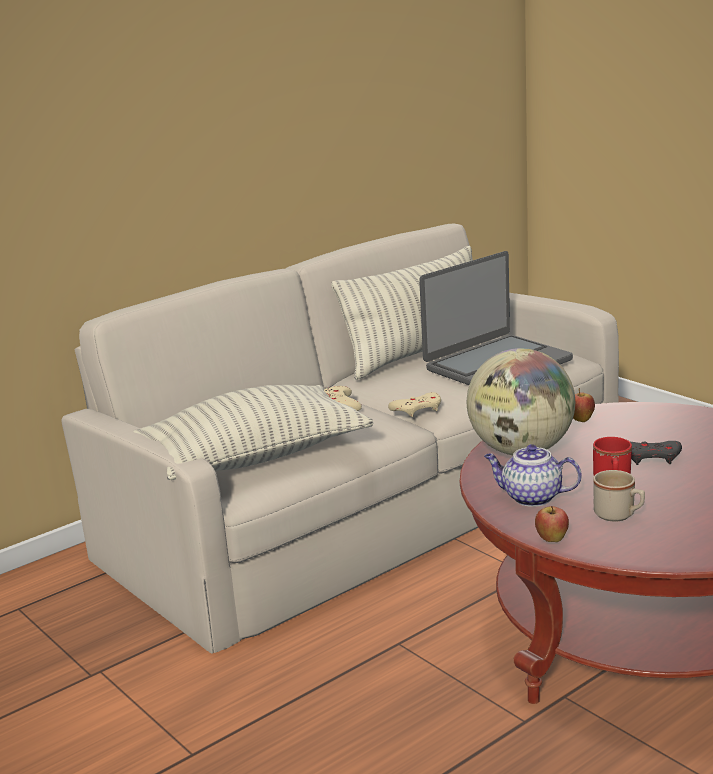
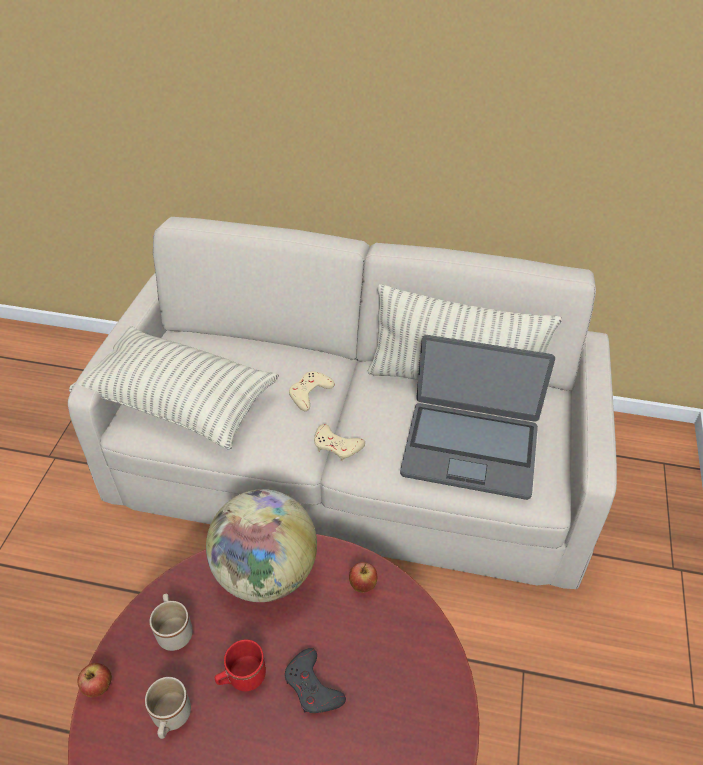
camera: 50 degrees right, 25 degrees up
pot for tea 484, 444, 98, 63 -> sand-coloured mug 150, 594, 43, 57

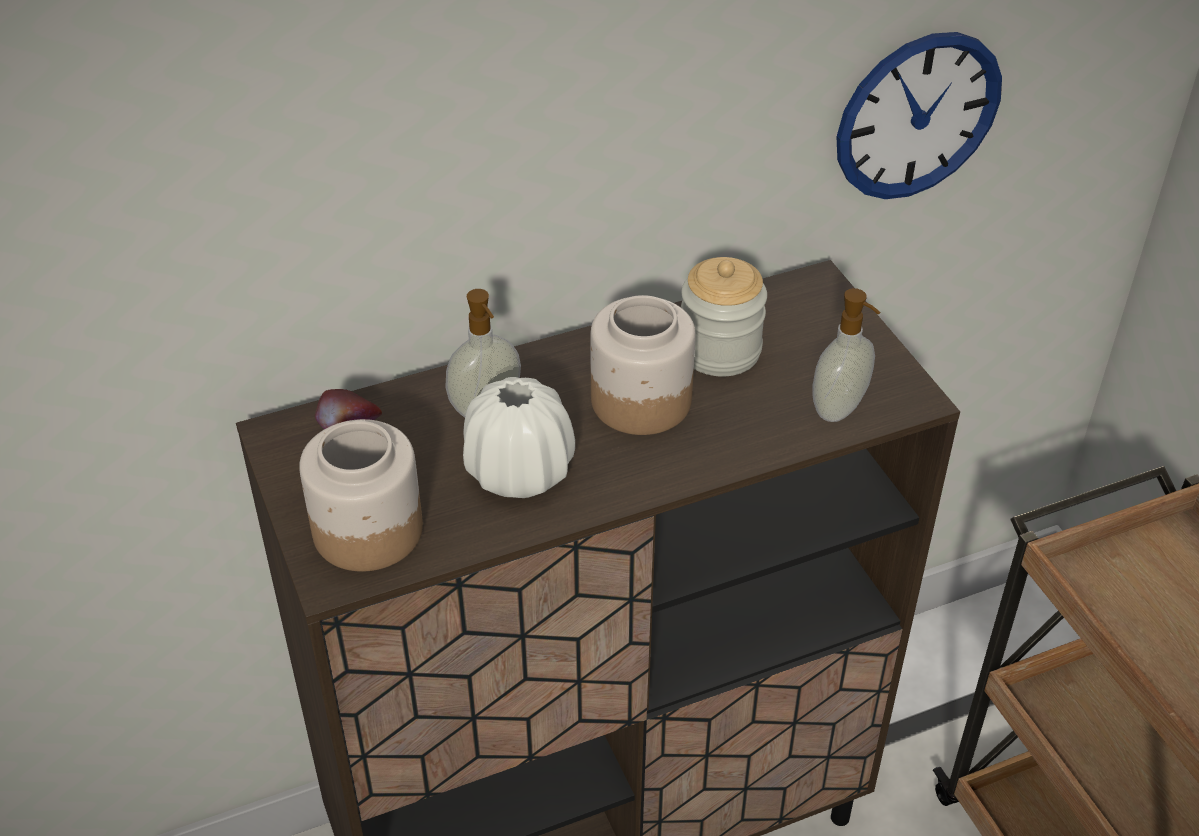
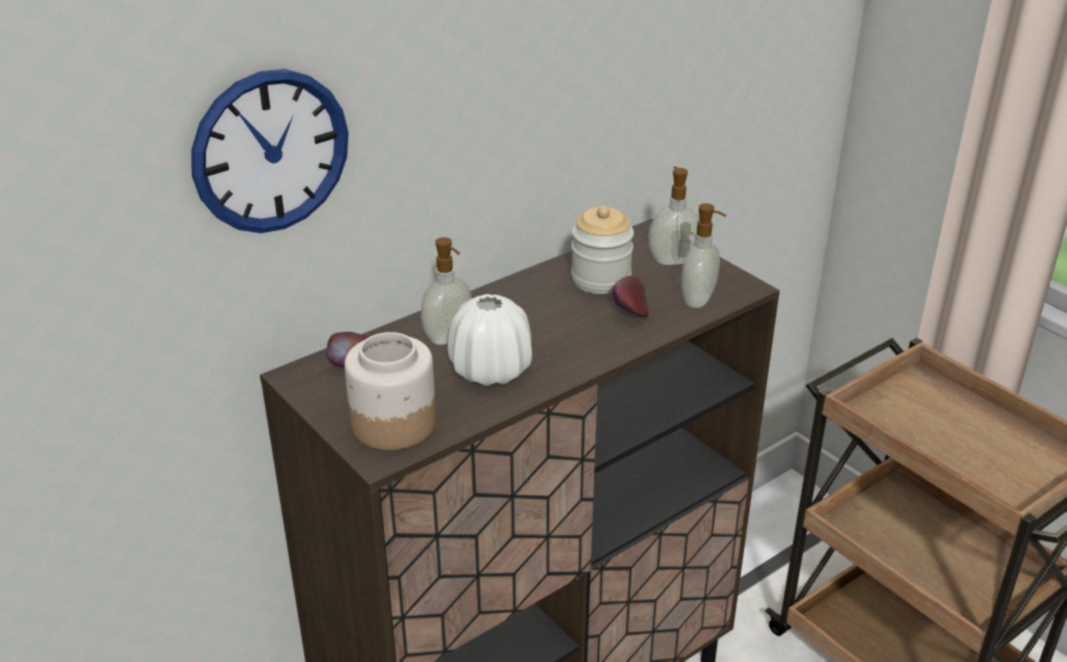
camera: 15 degrees left, 10 degrees down
preserve jar 590, 295, 106, 140 -> none
hanging clock 837, 32, 165, 167 -> hanging clock 191, 69, 158, 164, moved
none -> apple fruit 612, 276, 36, 42
none -> soap dispenser 648, 166, 52, 99

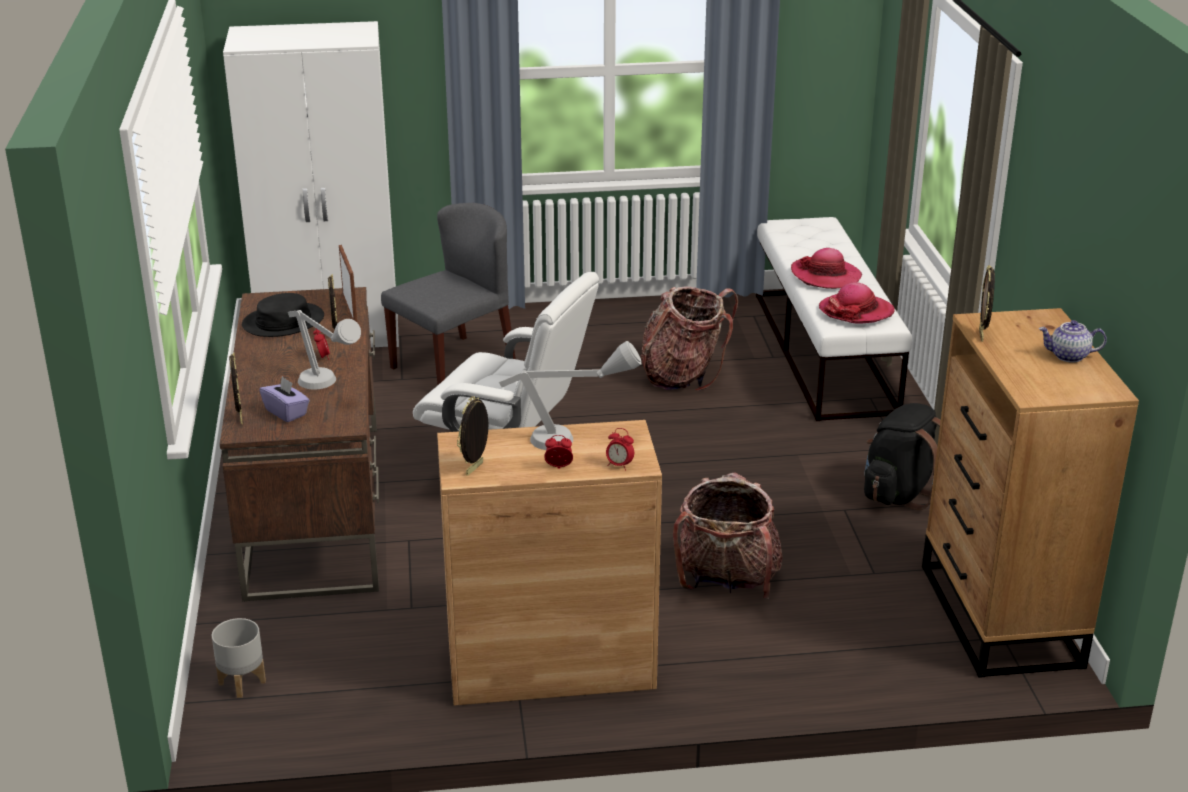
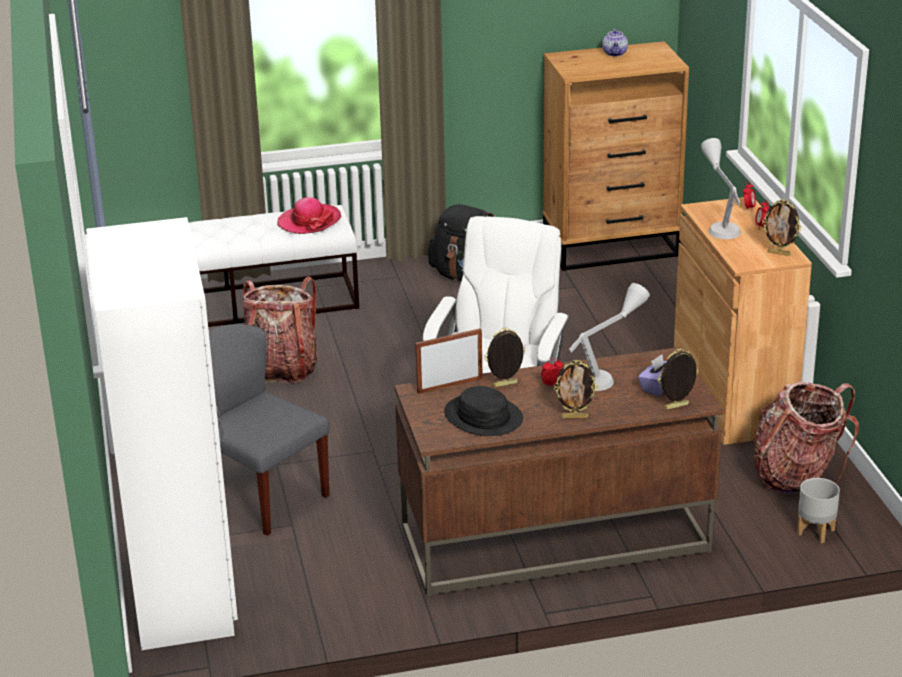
camera: 95 degrees left, 0 degrees up
rucksack 673, 472, 110, 127 -> rucksack 753, 382, 106, 112, moved
wearable hat 791, 248, 71, 41 -> none
standing frame 979, 265, 16, 77 -> standing frame 553, 360, 45, 58, moved

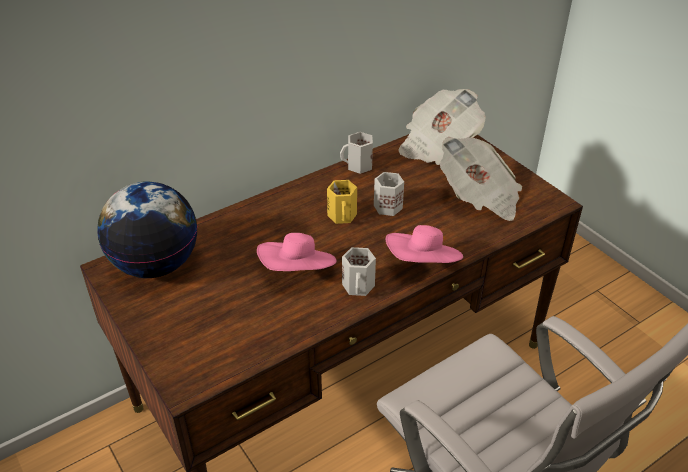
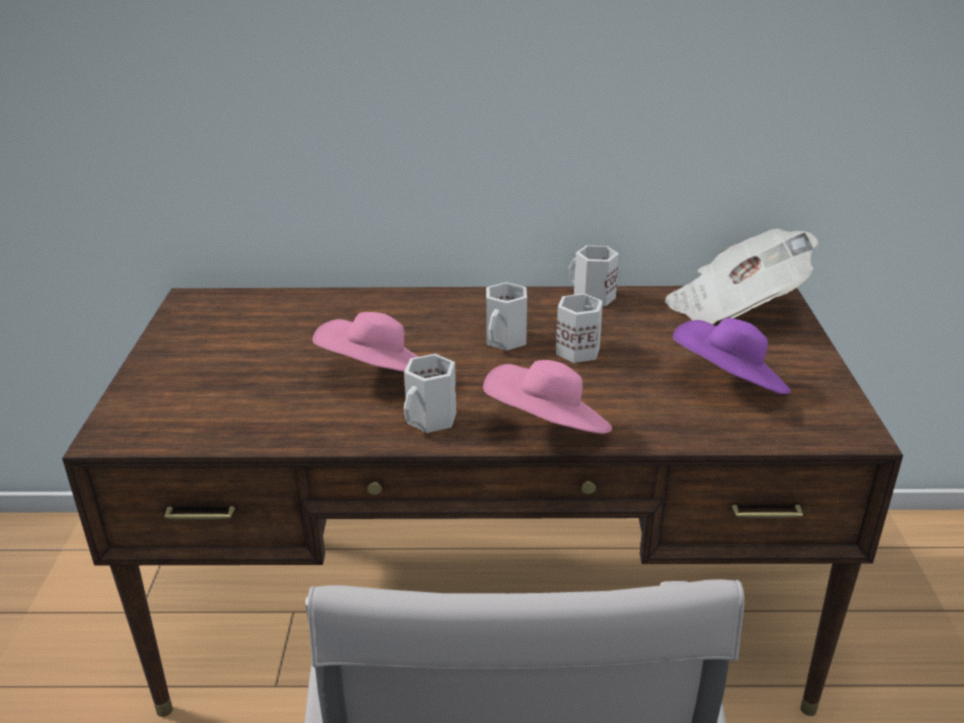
camera: 35 degrees right, 10 degrees down
desk globe 97, 182, 100, 96 -> none
yellow-coloured mug 327, 180, 30, 44 -> white mug 486, 282, 41, 69
printed paper 440, 137, 82, 84 -> purple wearable hat 673, 318, 118, 76

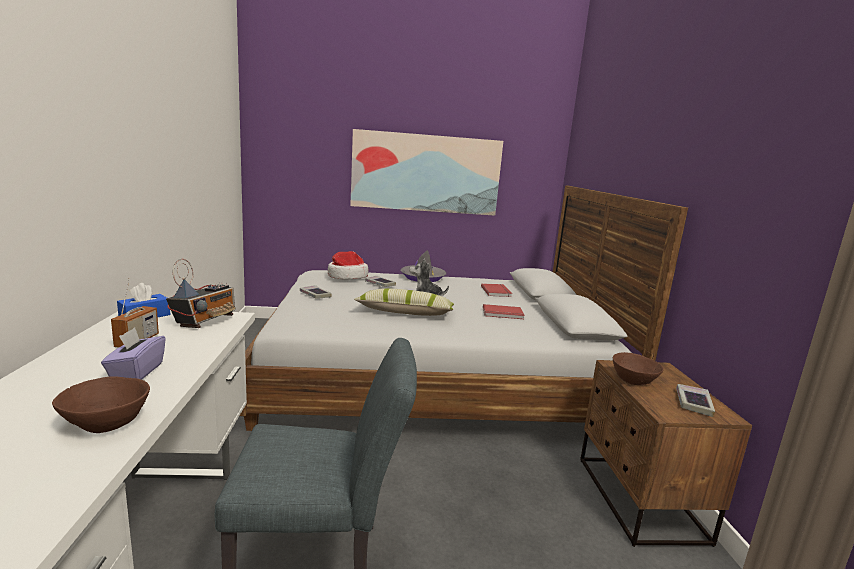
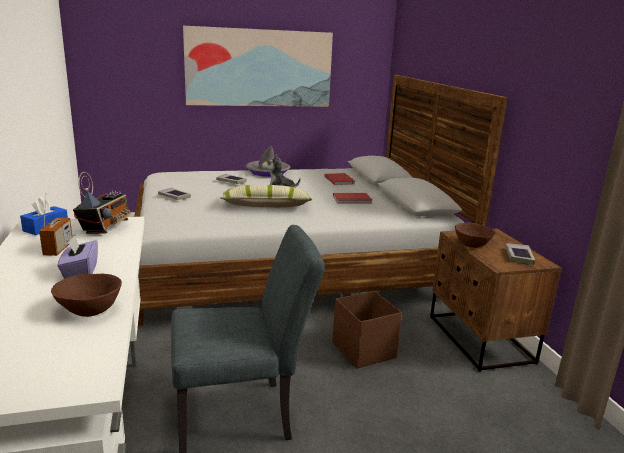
camera: 10 degrees left, 5 degrees up
wearable hat 328, 251, 40, 28 -> none
none -> brown-coloured storage container 332, 291, 70, 77

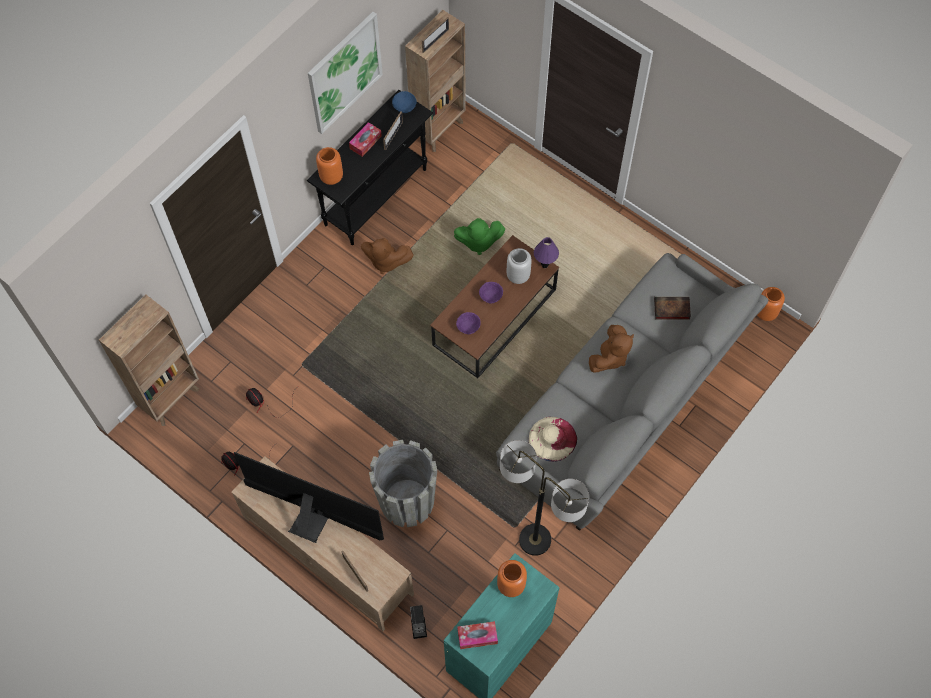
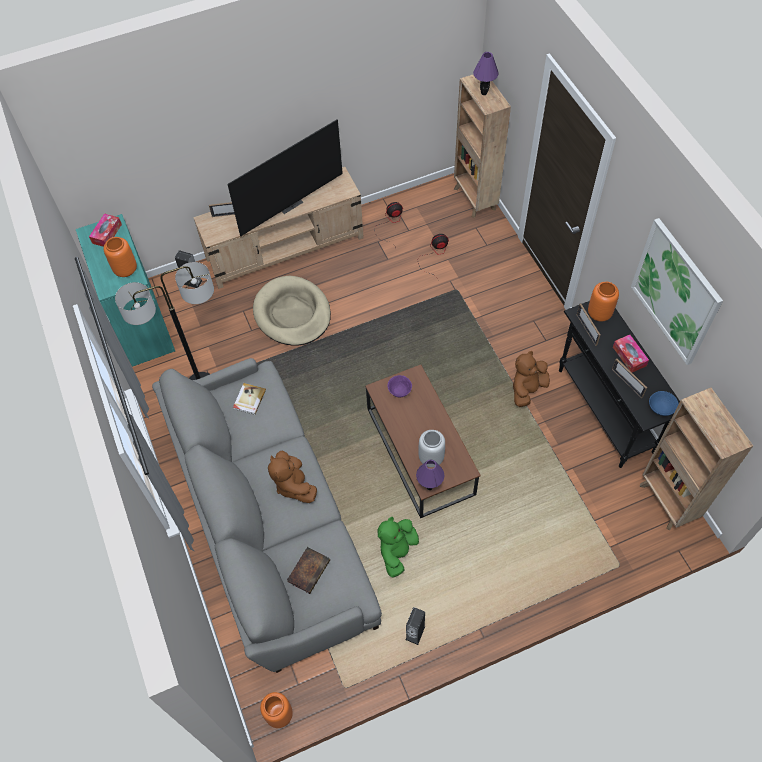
camera: 120 degrees right, 5 degrees down
greyish planter 369, 440, 68, 87 -> sand-coloured dog bed 253, 276, 78, 70
standing frame 422, 17, 27, 36 -> standing frame 576, 303, 24, 43, moved
green soft toy 454, 218, 51, 37 -> green soft toy 377, 517, 42, 60, moved
purple serving bowl 479, 282, 24, 21 -> none
sand-coloured wearable hat 529, 417, 48, 45 -> bound book 233, 383, 33, 32
none -> audio speaker 406, 607, 19, 38
none -> purple table lamp 473, 52, 26, 43

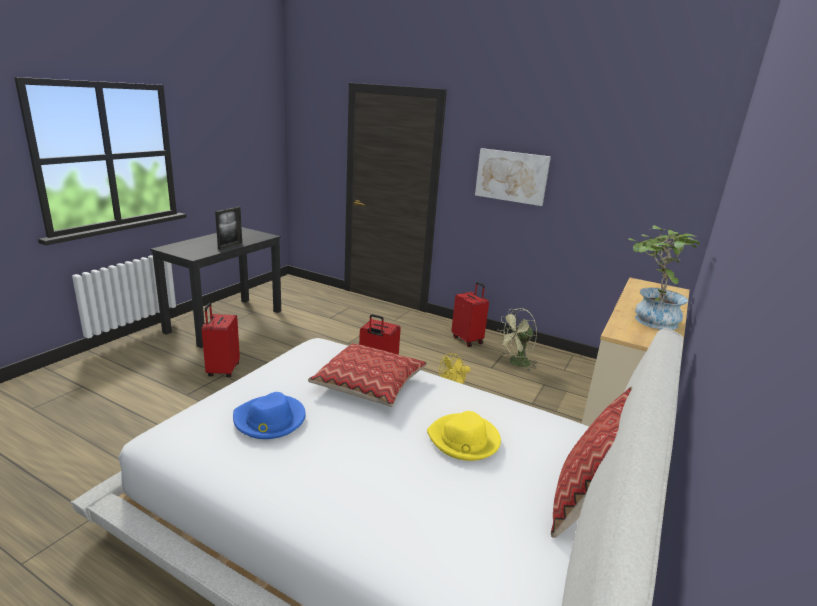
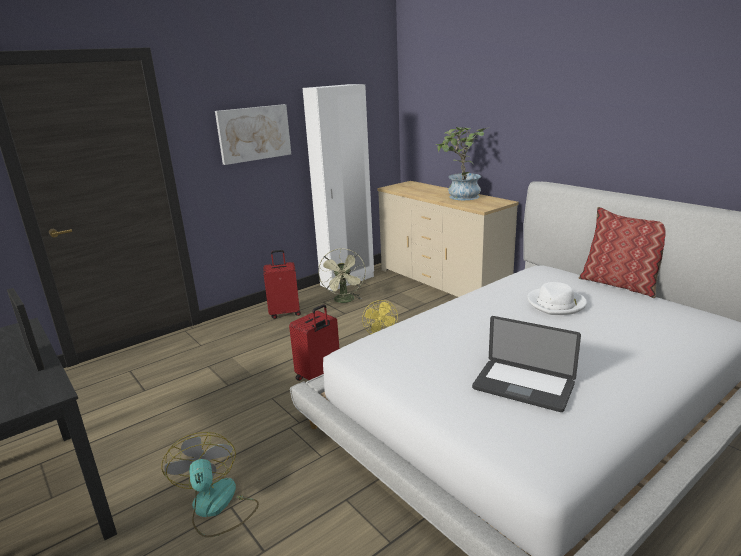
camera: 65 degrees left, 0 degrees up
reddish suitcase 202, 303, 38, 74 -> cooling fan 161, 432, 98, 106
bluish wearable hat 233, 392, 73, 47 -> notebook computer 472, 316, 109, 96
pillow 308, 343, 119, 64 -> none
yellow-coloured wearable hat 427, 411, 74, 50 -> white wearable hat 528, 282, 59, 33
none -> white clothes cupboard 303, 84, 71, 207

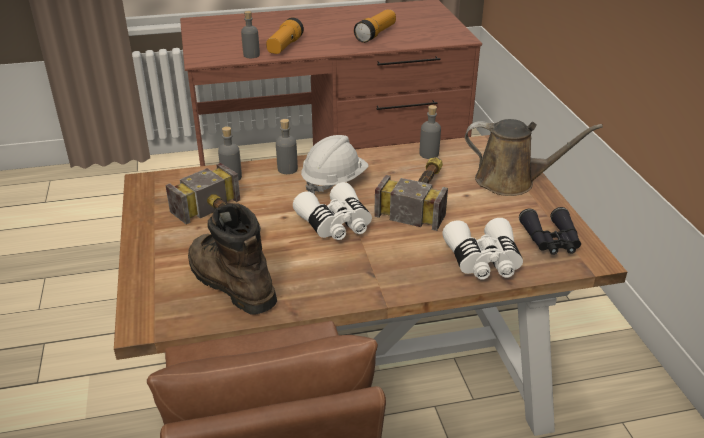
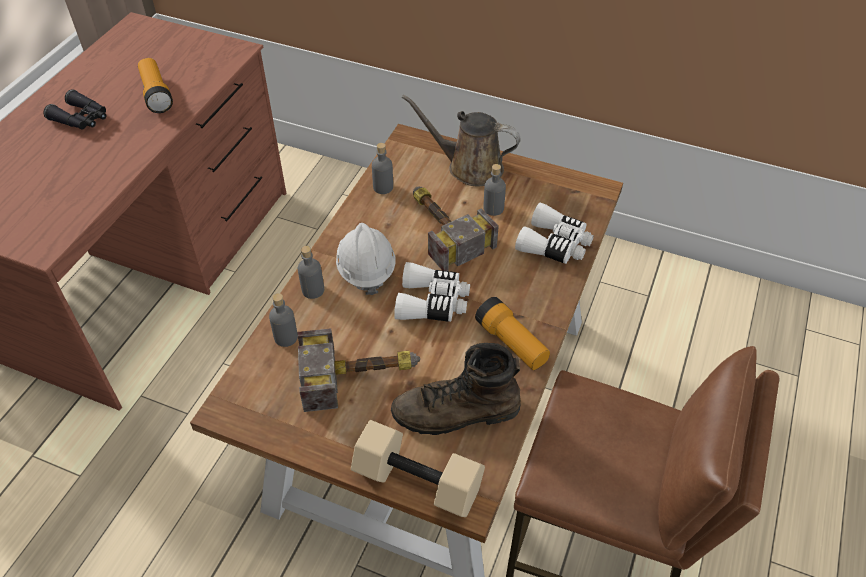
camera: 55 degrees left, 15 degrees up
greyish bottle 241, 11, 19, 47 -> greyish bottle 483, 164, 23, 52, moved
flashlight 266, 17, 38, 37 -> flashlight 475, 297, 75, 73, moved
brown-coloured watering can 465, 119, 138, 77 -> brown-coloured watering can 402, 94, 119, 92, 120 degrees counterclockwise
black-coloured field glasses 519, 207, 62, 48 -> black-coloured field glasses 43, 89, 63, 40, moved
none -> sand-coloured hand weight 351, 420, 134, 97

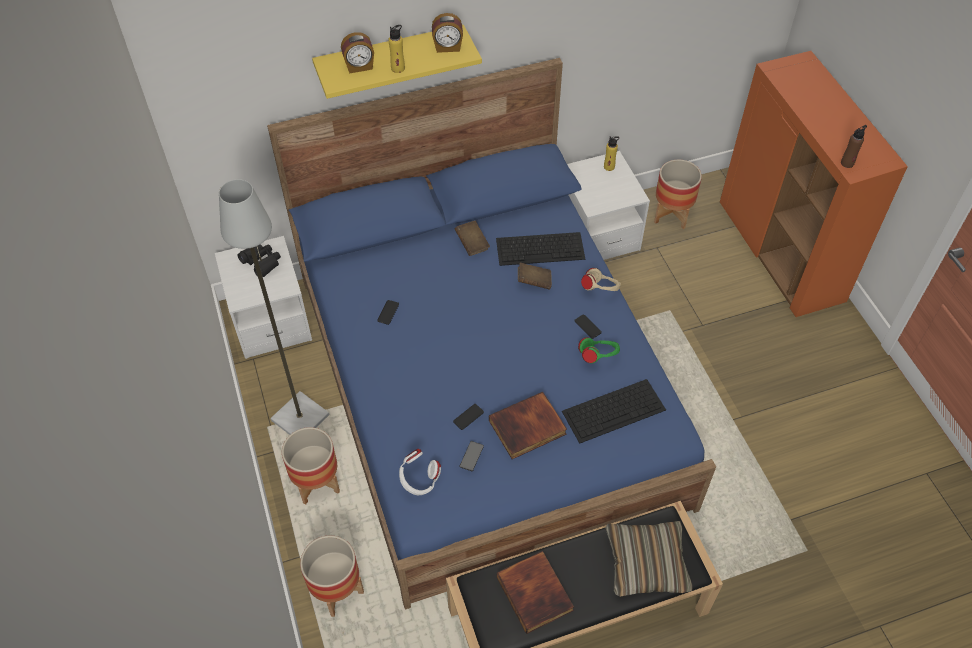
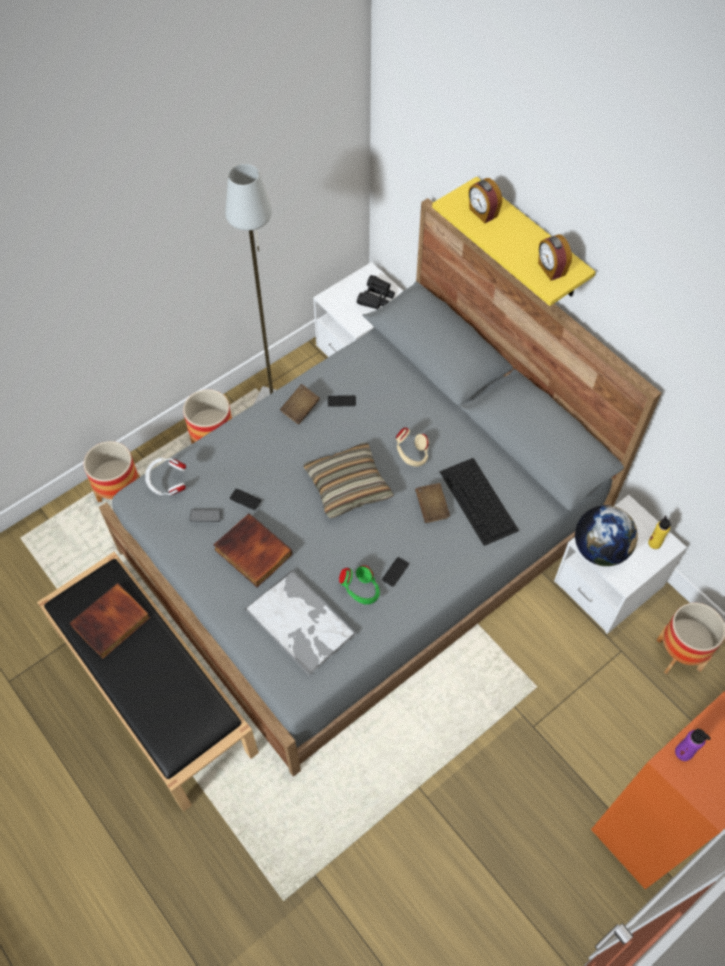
camera: 70 degrees right, 5 degrees up
bluish bedroom bed 267, 58, 449, 551 -> greyish bedroom bed 99, 198, 562, 579
yellow-coloured bottle 388, 25, 17, 48 -> none
brown-coloured bound book 455, 221, 35, 35 -> brown-coloured bound book 280, 384, 40, 40, moved
PC keyboard 562, 379, 104, 65 -> carrying tray 245, 570, 111, 106
sand-coloured headset 581, 268, 40, 23 -> sand-coloured headset 396, 428, 33, 39, moved
pillow 605, 521, 88, 76 -> pillow 303, 442, 91, 76, moved
brown-coloured bottle 841, 125, 26, 43 -> purple bottle 675, 728, 36, 33
none -> desk globe 575, 505, 63, 61

